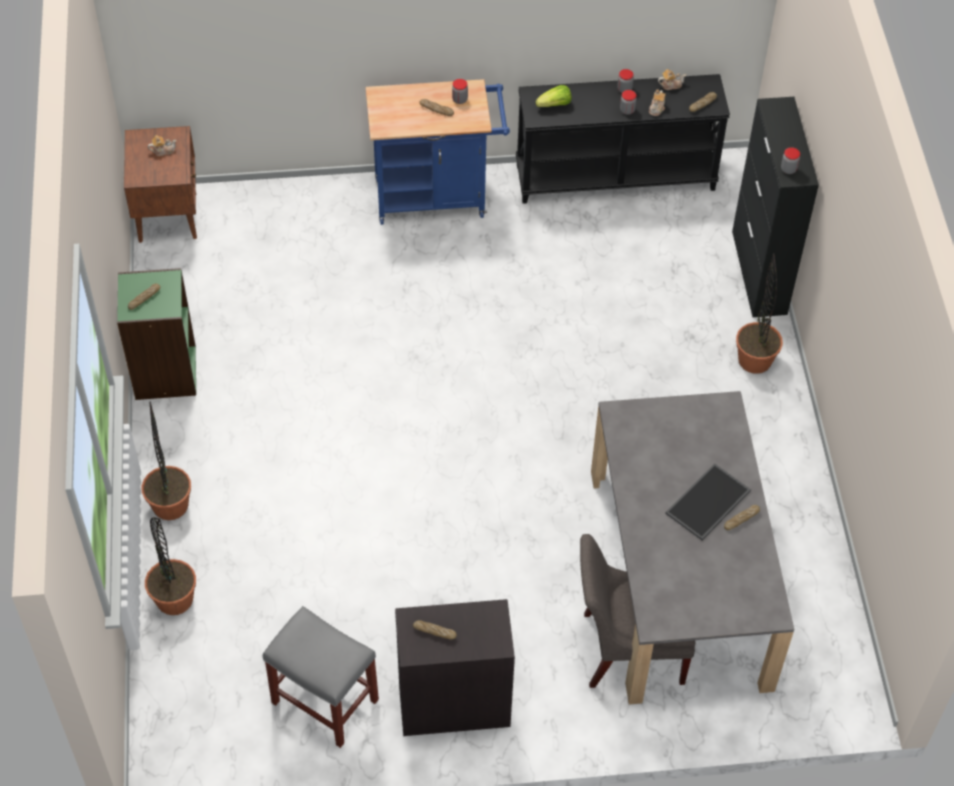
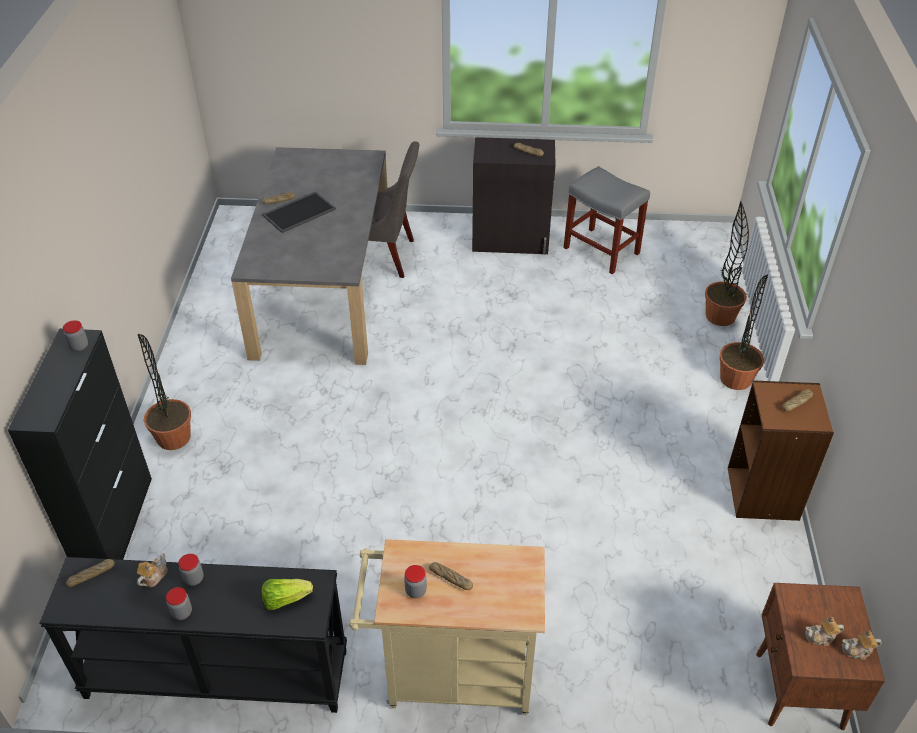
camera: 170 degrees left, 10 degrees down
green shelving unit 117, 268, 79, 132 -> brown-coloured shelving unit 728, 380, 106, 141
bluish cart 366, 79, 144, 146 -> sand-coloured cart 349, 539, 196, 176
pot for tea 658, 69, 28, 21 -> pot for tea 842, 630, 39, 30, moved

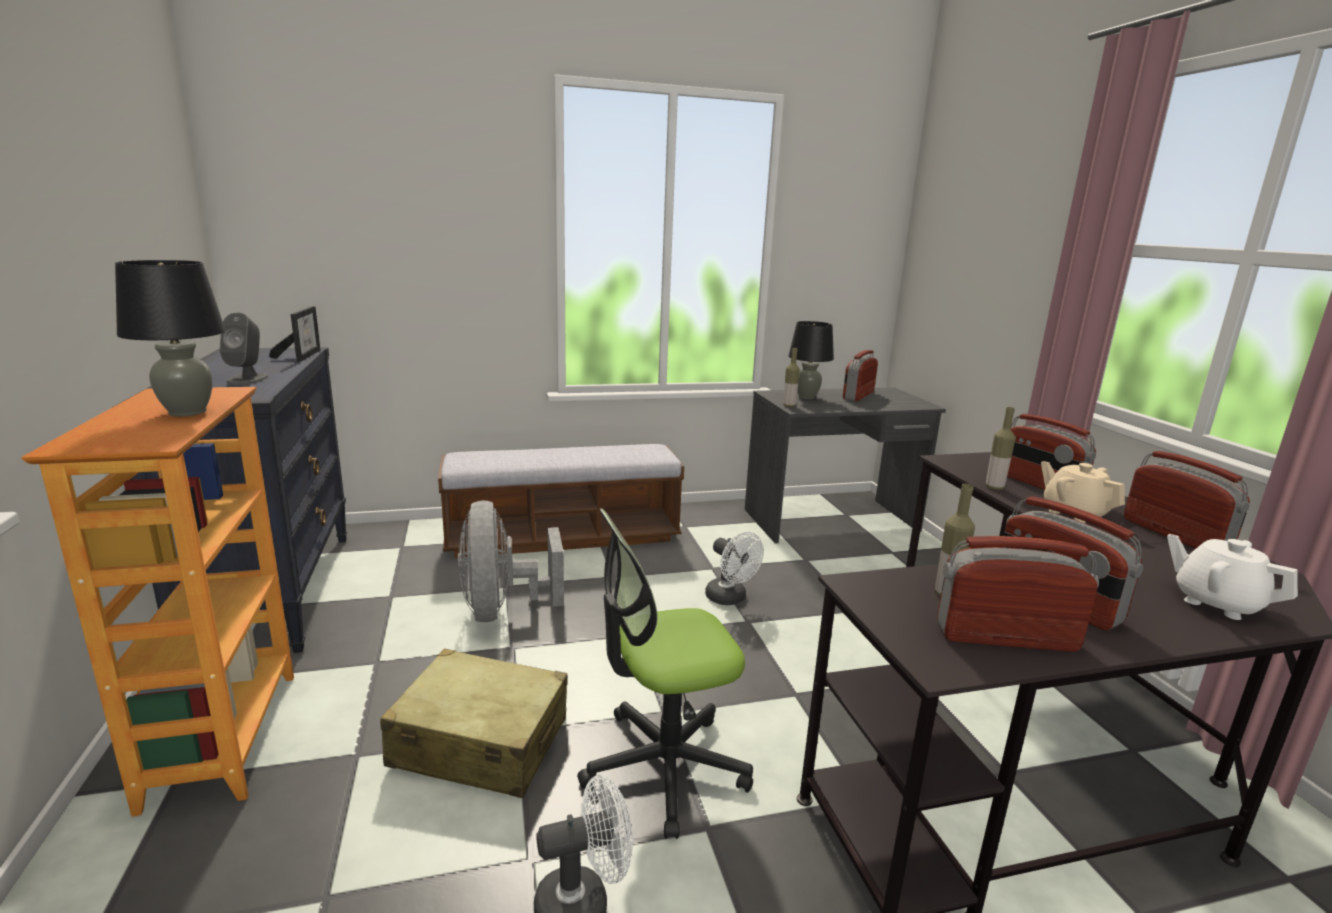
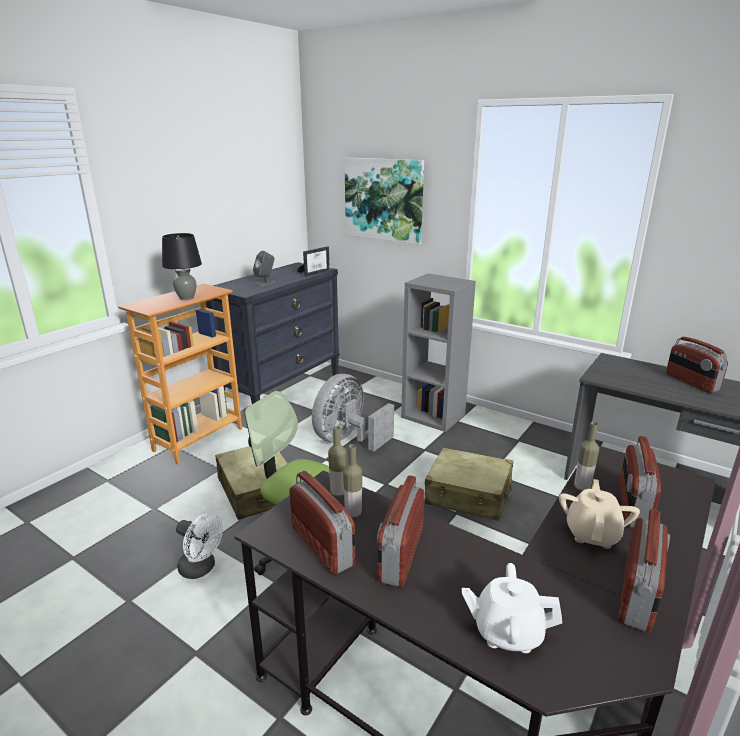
camera: 50 degrees right, 5 degrees up
indoor bench 438, 444, 246, 114 -> greyish shelving unit 401, 273, 75, 159
white cooling fan 705, 532, 59, 73 -> sand-coloured suitcase 425, 448, 88, 73
bottle 783, 348, 17, 59 -> bottle 328, 426, 18, 71, moved
black-coloured table lamp 788, 321, 46, 78 -> none
radio set 843, 350, 35, 51 -> radio set 666, 337, 62, 56, 105 degrees counterclockwise
white pot for tea 1167, 534, 131, 86 -> white pot for tea 462, 563, 100, 90, 90 degrees counterclockwise
none -> wall art 344, 158, 80, 86

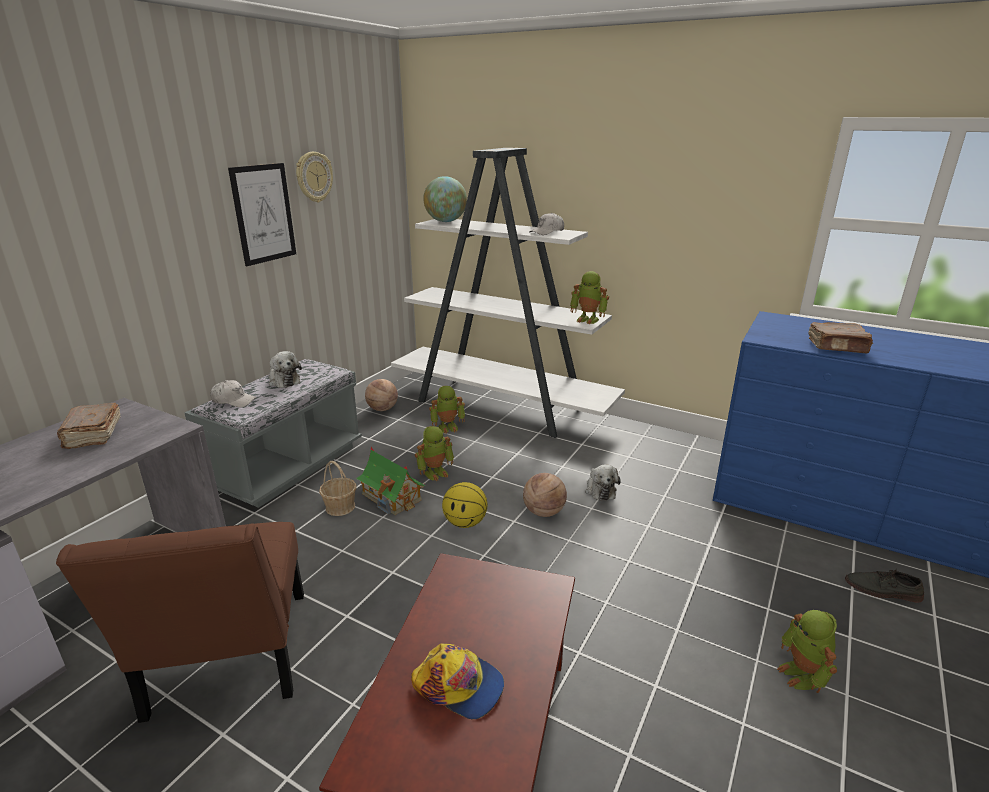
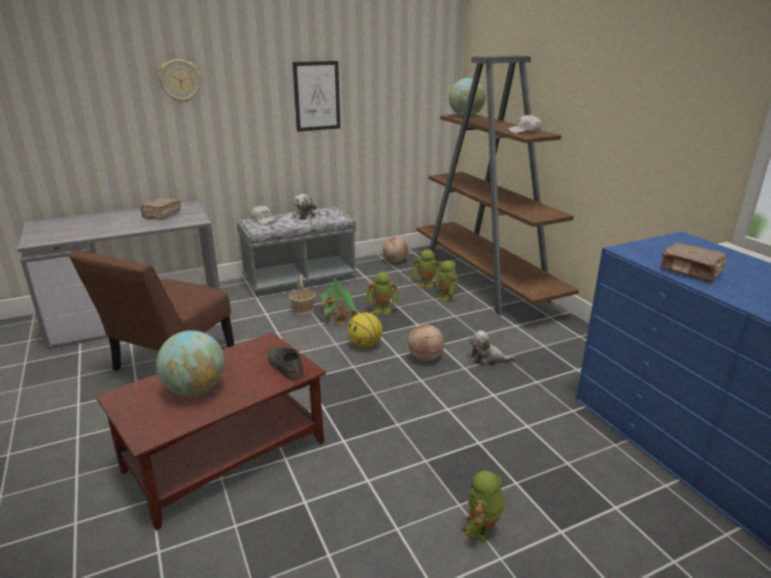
camera: 35 degrees right, 0 degrees up
hanging clock 296, 152, 37, 51 -> hanging clock 158, 59, 43, 44, moved
white shelving unit 391, 148, 234, 290 -> brown-coloured shelving unit 416, 55, 163, 260
peaked cap 411, 643, 93, 77 -> desk globe 156, 330, 68, 66
toy robot 570, 271, 39, 53 -> toy robot 435, 260, 22, 41, moved
soft toy 585, 464, 36, 37 -> soft toy 469, 330, 46, 36, 75 degrees clockwise
greyish low shoe 845, 569, 79, 34 -> greyish low shoe 268, 346, 36, 34, moved

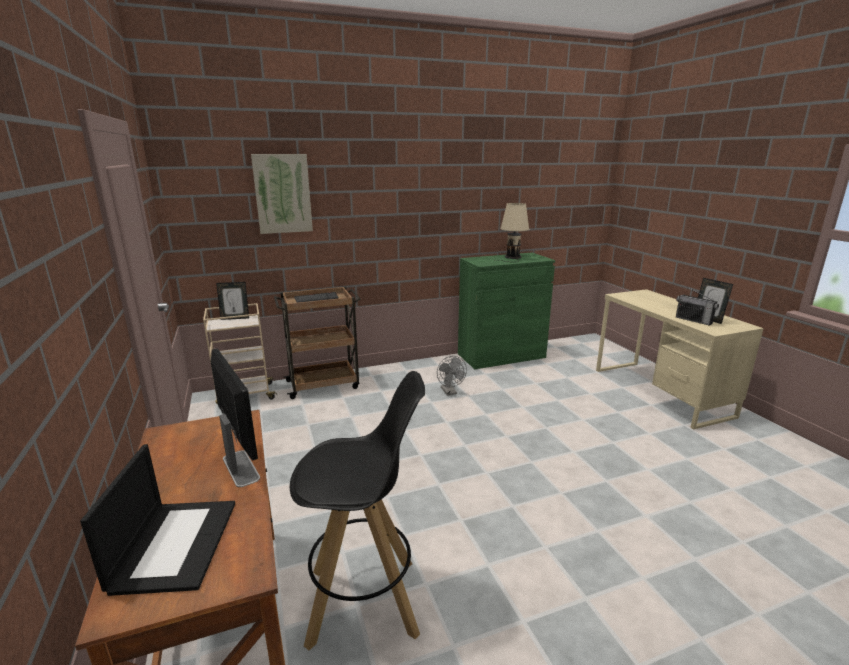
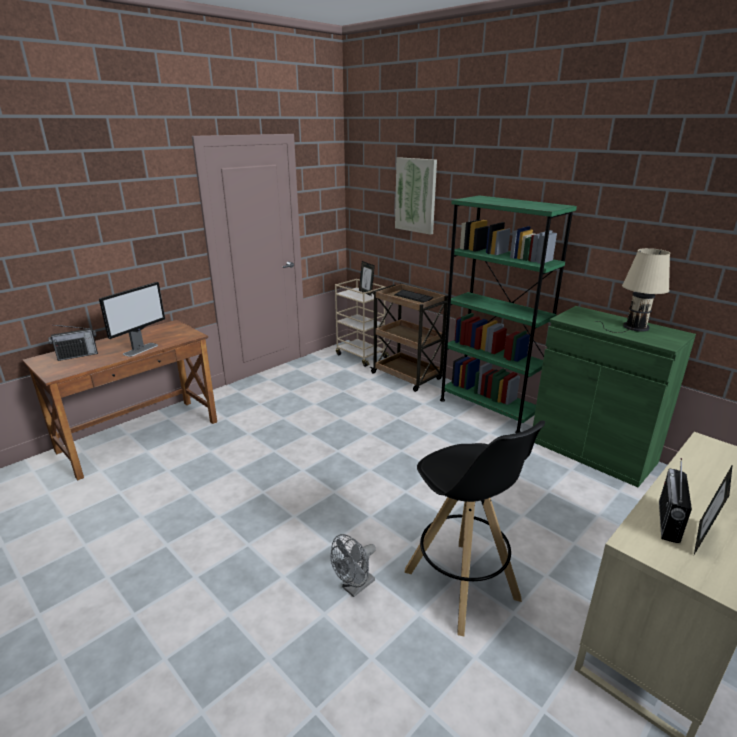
camera: 65 degrees right, 5 degrees up
notebook computer 80, 444, 155, 152 -> radio set 48, 325, 50, 36
black-coloured stool seat 290, 371, 135, 279 -> black-coloured stool seat 404, 420, 141, 217, moved
greyish cooling fan 437, 356, 30, 40 -> greyish cooling fan 331, 534, 45, 63, moved
none -> green shelving unit 440, 196, 137, 237

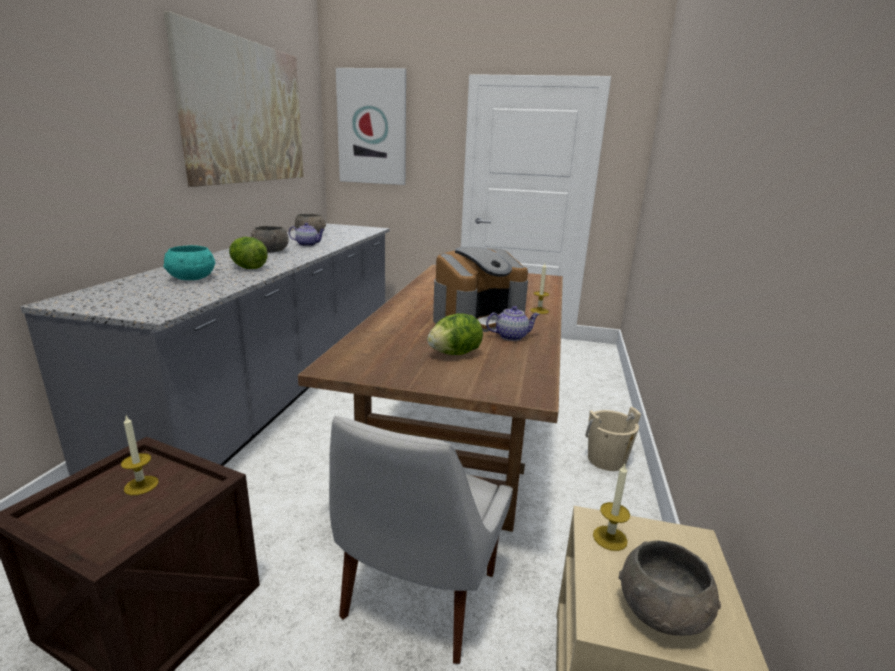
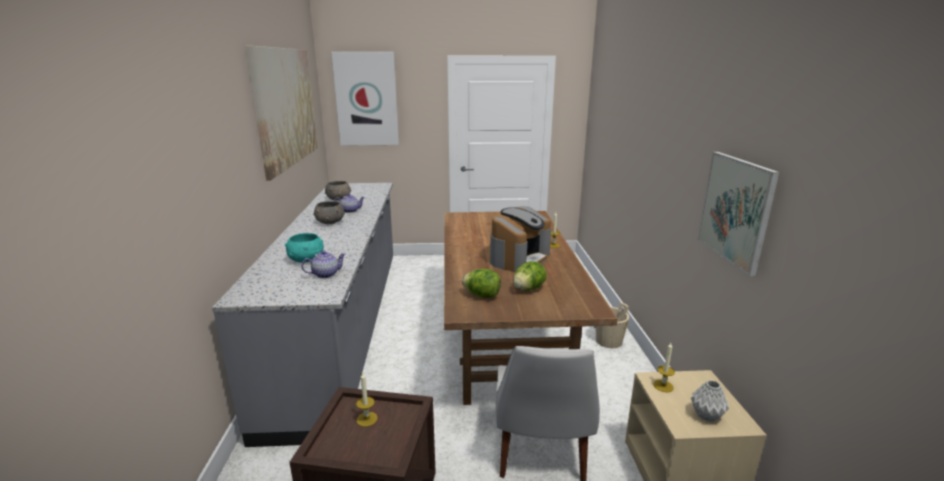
camera: 15 degrees left, 0 degrees up
head of lettuce 229, 237, 39, 32 -> head of lettuce 462, 269, 39, 29, moved
pot for tea 486, 306, 54, 35 -> pot for tea 301, 250, 45, 28, moved
greyish serving bowl 619, 540, 102, 96 -> greyish flower vase 691, 380, 38, 42
none -> wall art 697, 152, 83, 124

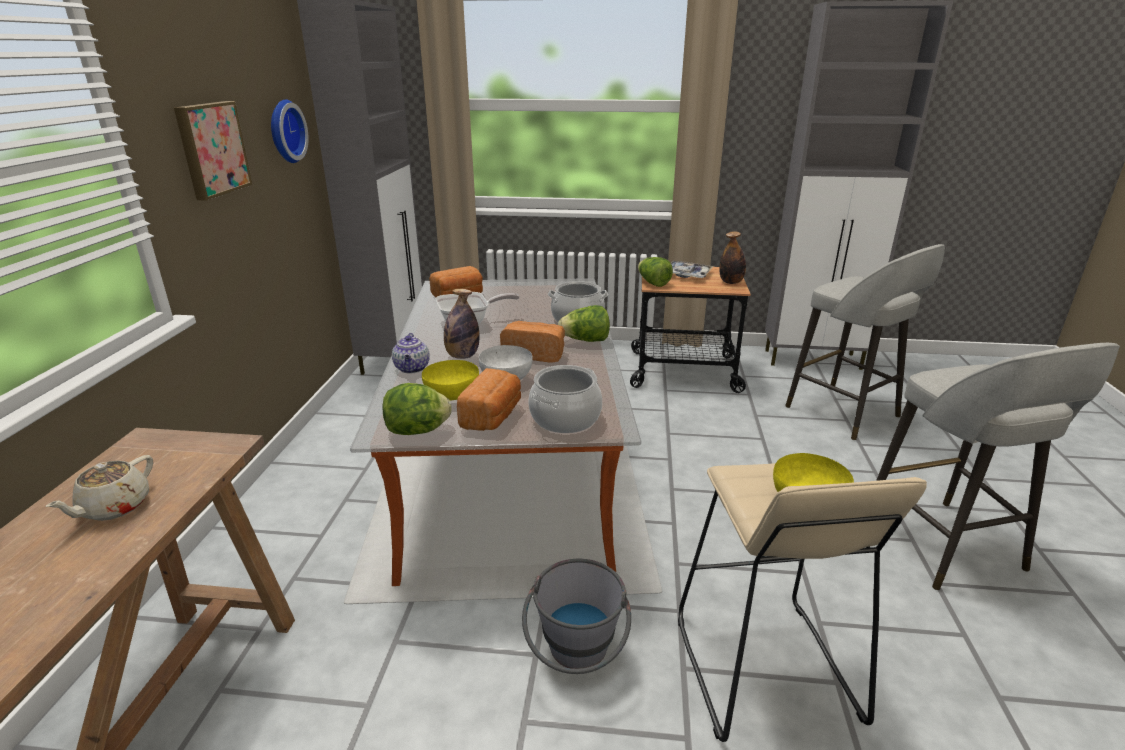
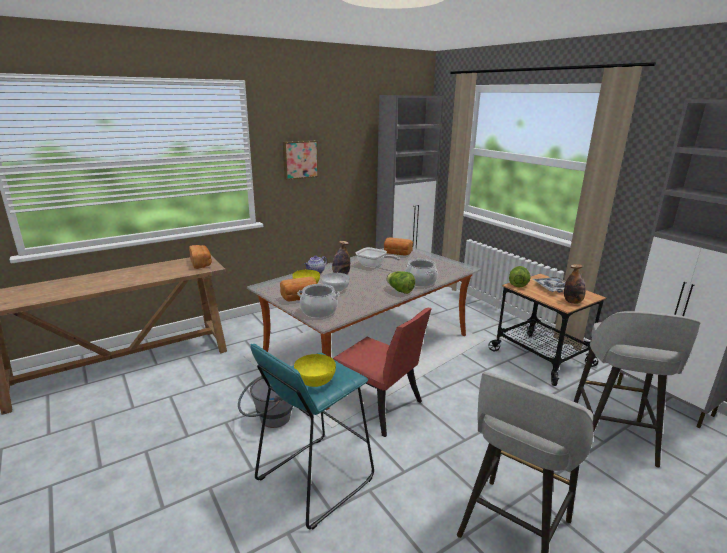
camera: 50 degrees right, 5 degrees down
sand-coloured pot for tea 46, 455, 107, 66 -> none
hanging clock 271, 99, 38, 64 -> none
head of lettuce 382, 383, 70, 52 -> none
bakery bread 500, 321, 65, 42 -> bakery bread 189, 245, 23, 24, moved
sand-coloured stool seat 678, 463, 249, 279 -> turquoise stool seat 251, 344, 123, 185
none -> reddish upright chair 333, 308, 99, 129

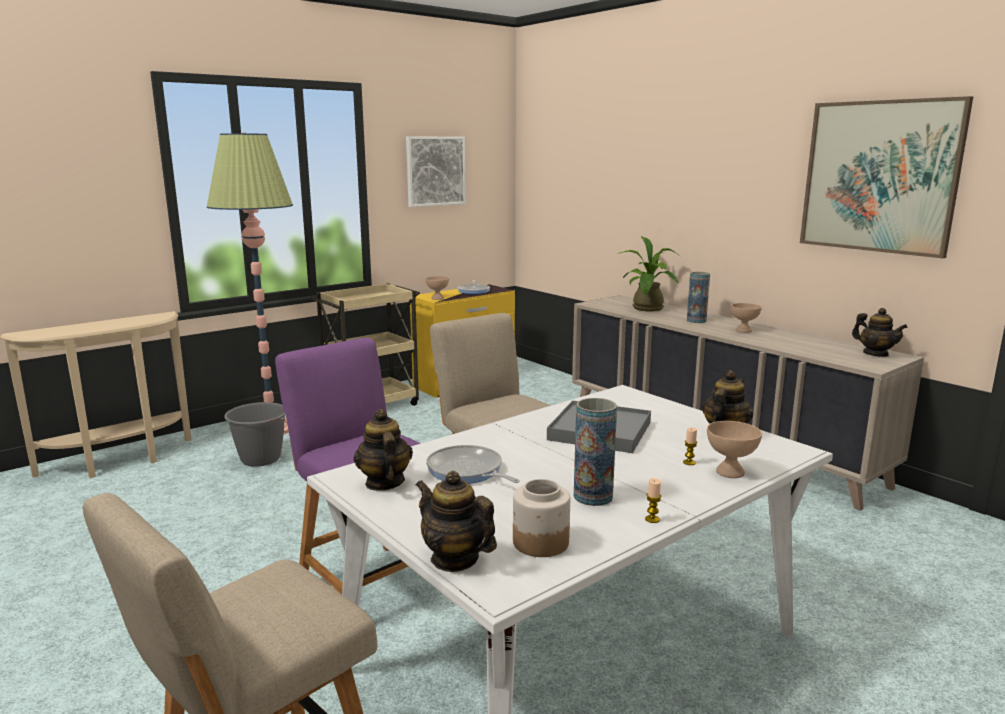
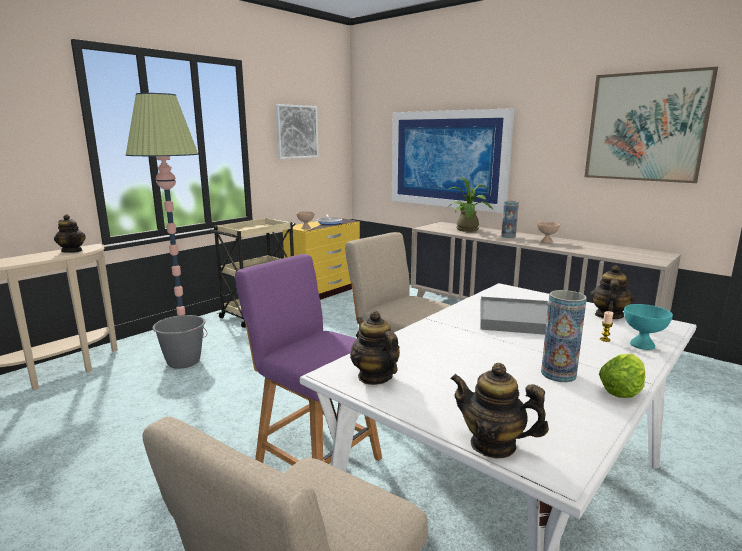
camera: 10 degrees left, 0 degrees up
pan 426, 445, 94, 39 -> none
preserve jar 513, 479, 57, 78 -> none
wax light 645, 478, 16, 45 -> head of lettuce 599, 354, 46, 44
sand-coloured serving bowl 707, 421, 55, 57 -> turquoise serving bowl 624, 304, 49, 46
pot for tea 852, 308, 56, 49 -> pot for tea 54, 215, 32, 38, moved
none -> wall art 392, 108, 123, 105

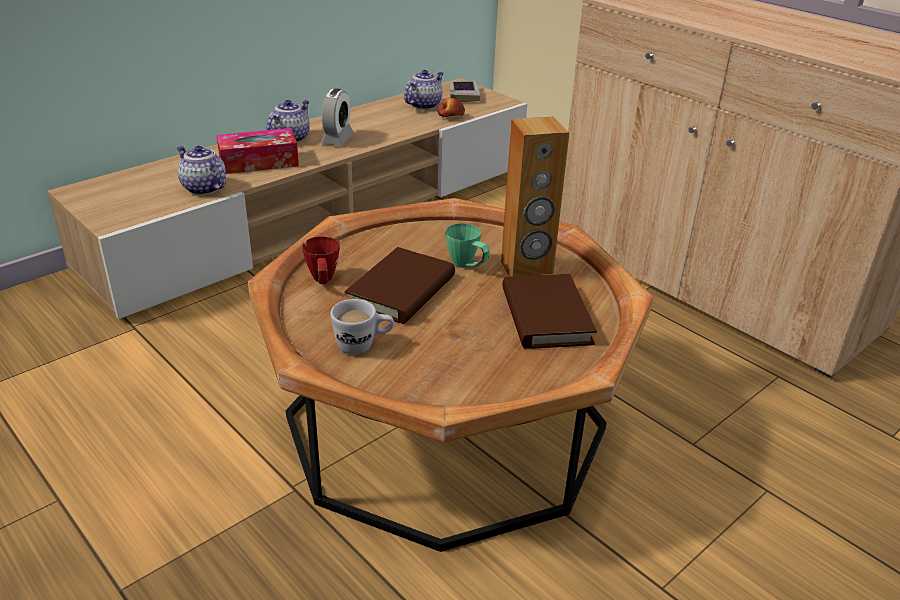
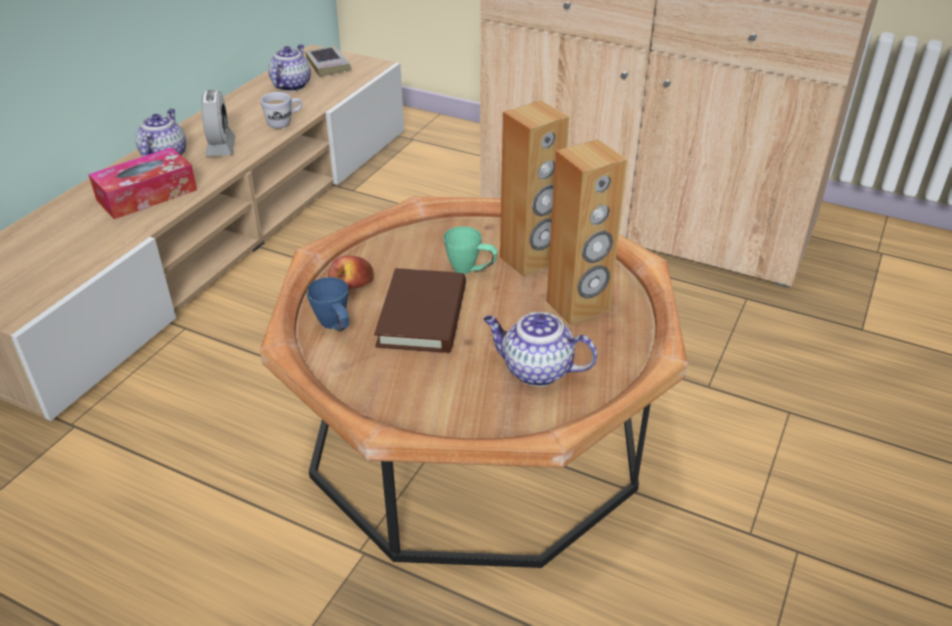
camera: 20 degrees left, 5 degrees up
pot for tea 177, 146, 49, 49 -> pot for tea 483, 312, 114, 74, moved
reddish mug 302, 236, 38, 48 -> bluish mug 306, 277, 43, 54
white mug 330, 299, 64, 56 -> white mug 260, 92, 42, 37, moved
apple fruit 438, 98, 27, 20 -> apple fruit 328, 255, 46, 35, moved
brown-coloured bound book 502, 274, 95, 75 -> brown-coloured audio speaker 547, 139, 80, 186

